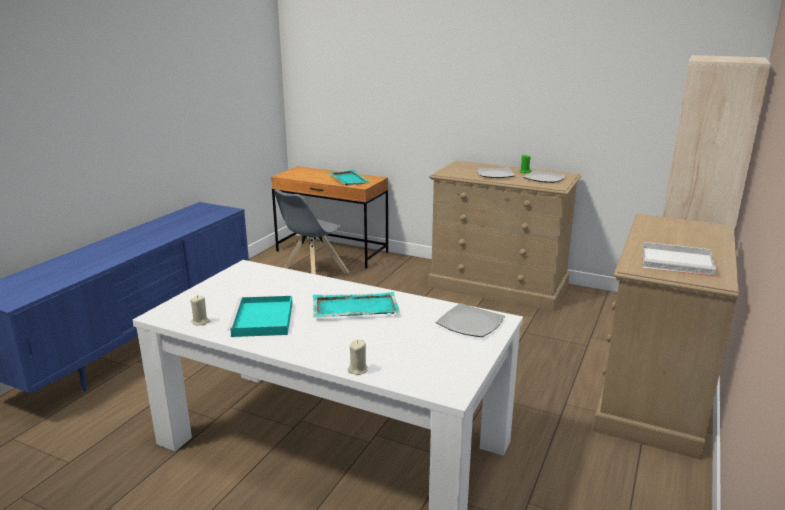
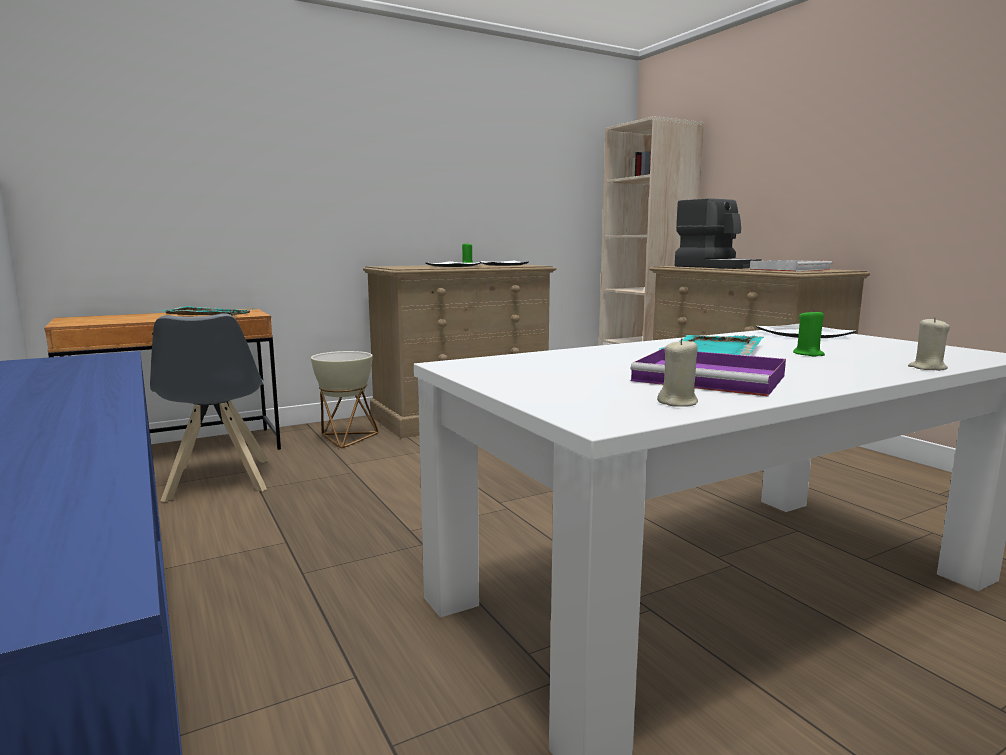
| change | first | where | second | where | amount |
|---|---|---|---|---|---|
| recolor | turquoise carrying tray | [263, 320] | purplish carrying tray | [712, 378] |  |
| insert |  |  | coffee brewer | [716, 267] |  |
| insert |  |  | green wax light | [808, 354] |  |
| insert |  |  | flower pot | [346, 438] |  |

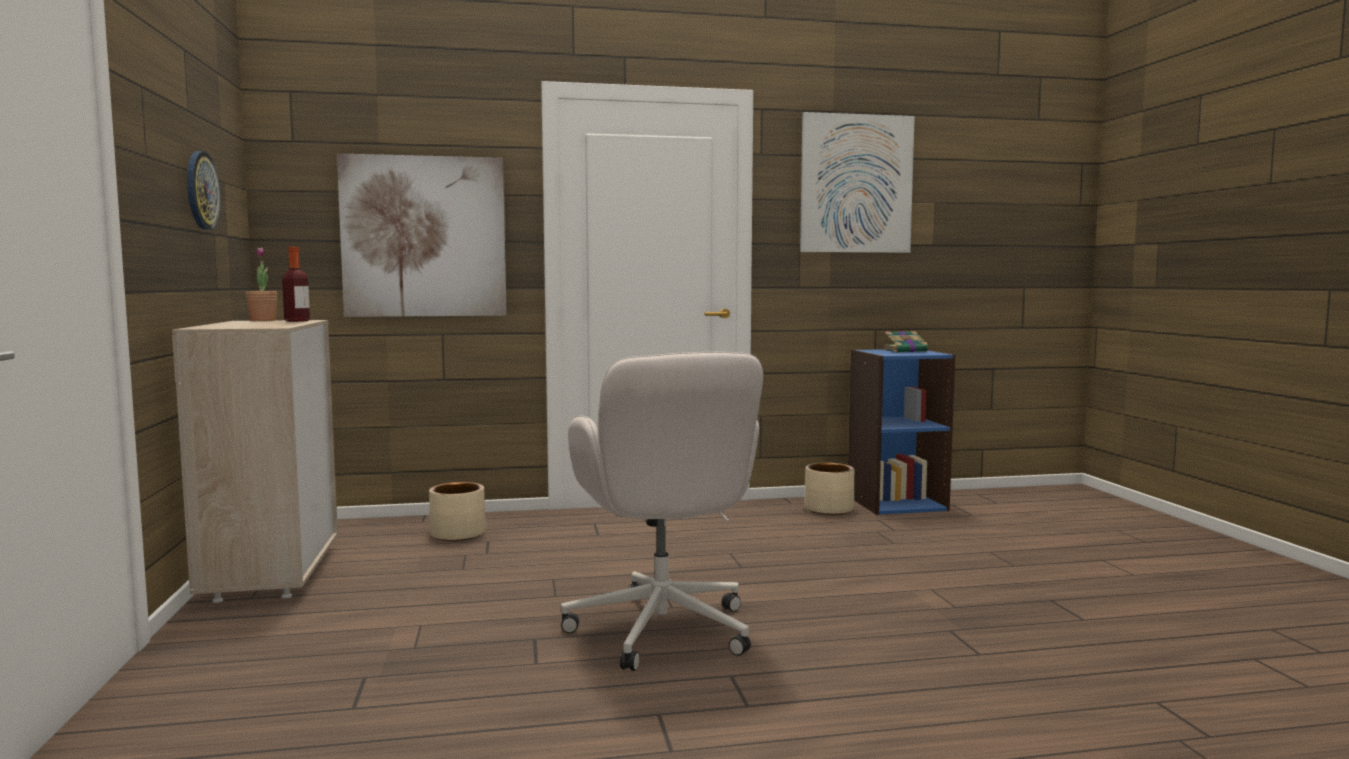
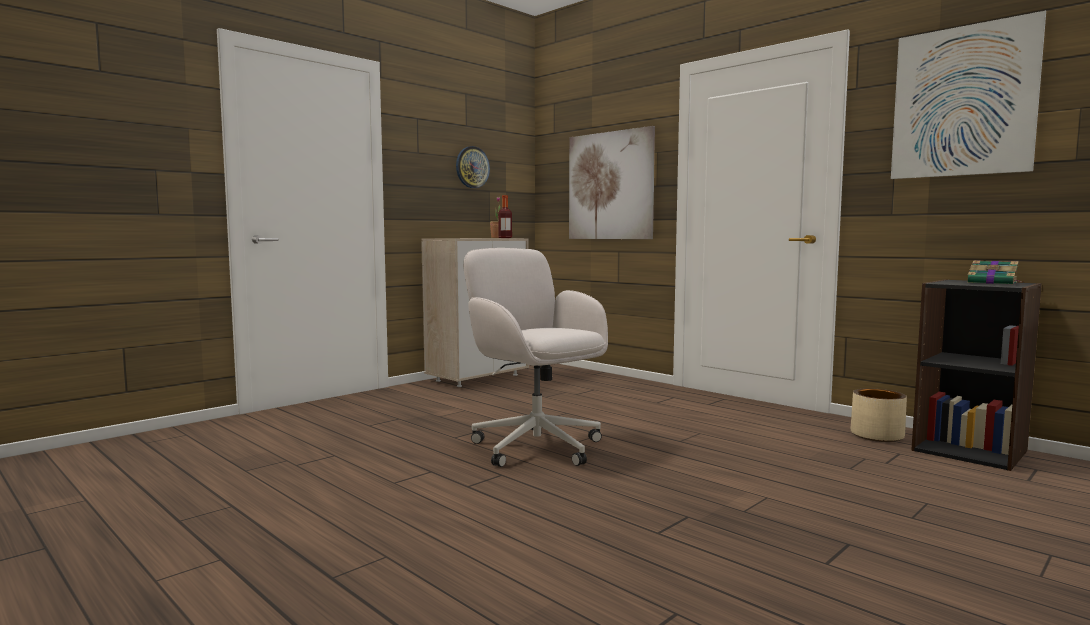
| change | first | where | second | where | amount |
|---|---|---|---|---|---|
| recolor | blue bookcase | [896, 503] | blackish bookcase | [970, 450] |  |
| rotate | white office chair | [660, 630] |  | [537, 447] | 105 degrees clockwise |
| delete | sand-coloured flower pot | [458, 534] |  |  |  |

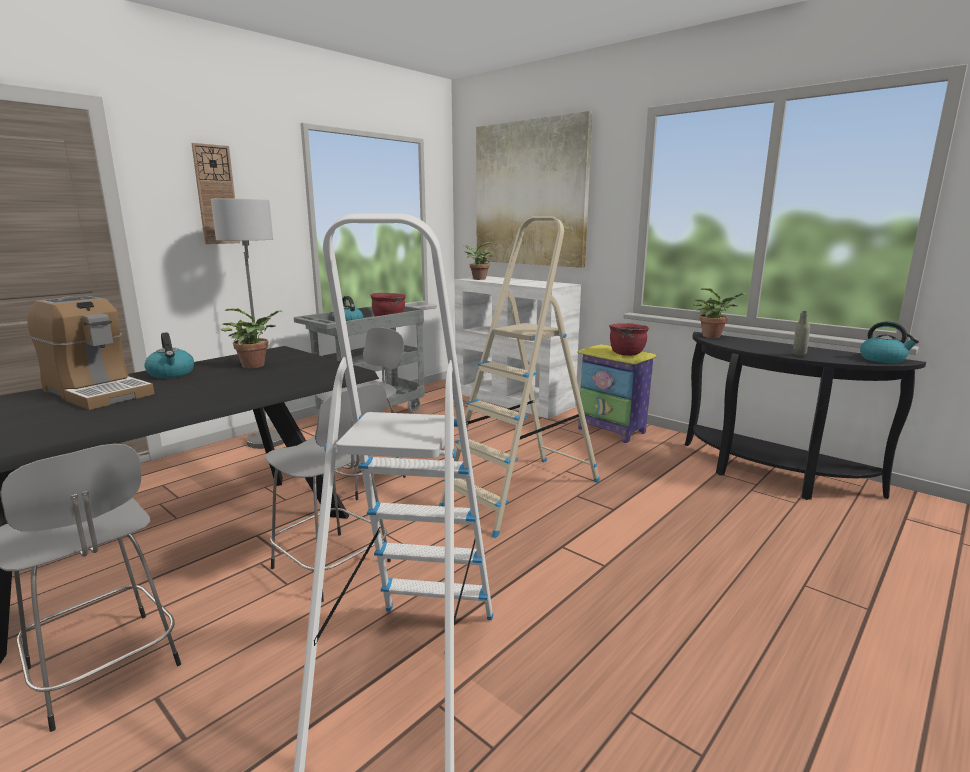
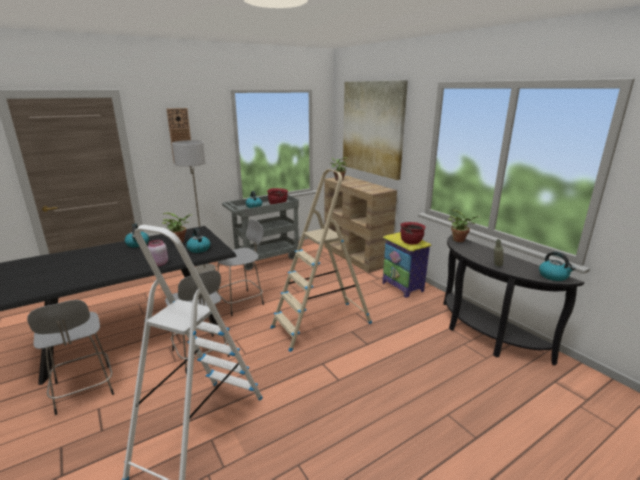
| change | first | where | second | where | amount |
|---|---|---|---|---|---|
| recolor | white bookcase | [514, 399] | brownish bookcase | [356, 256] |  |
| delete | coffee brewer | [97, 392] |  |  |  |
| insert |  |  | kettle | [198, 249] |  |
| insert |  |  | pink-coloured storage jar | [158, 264] |  |

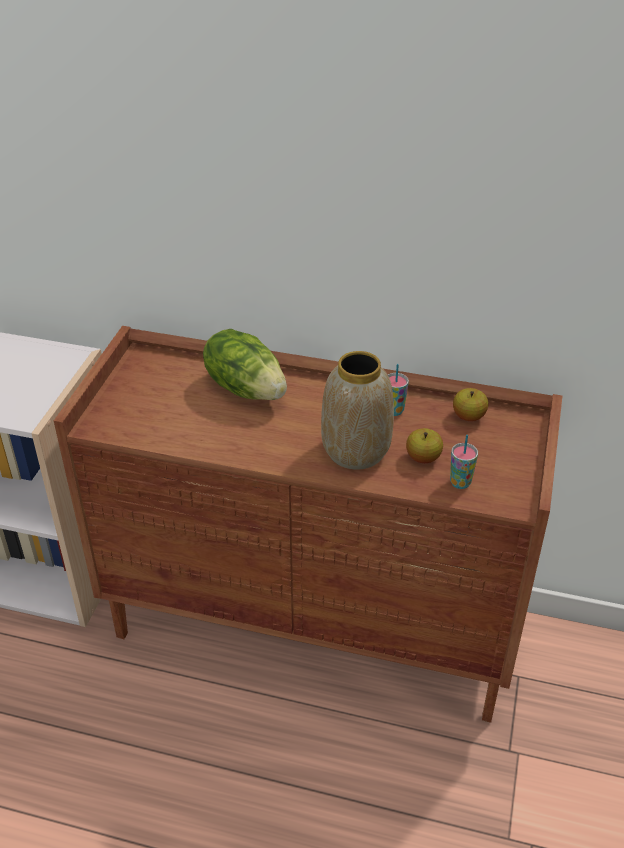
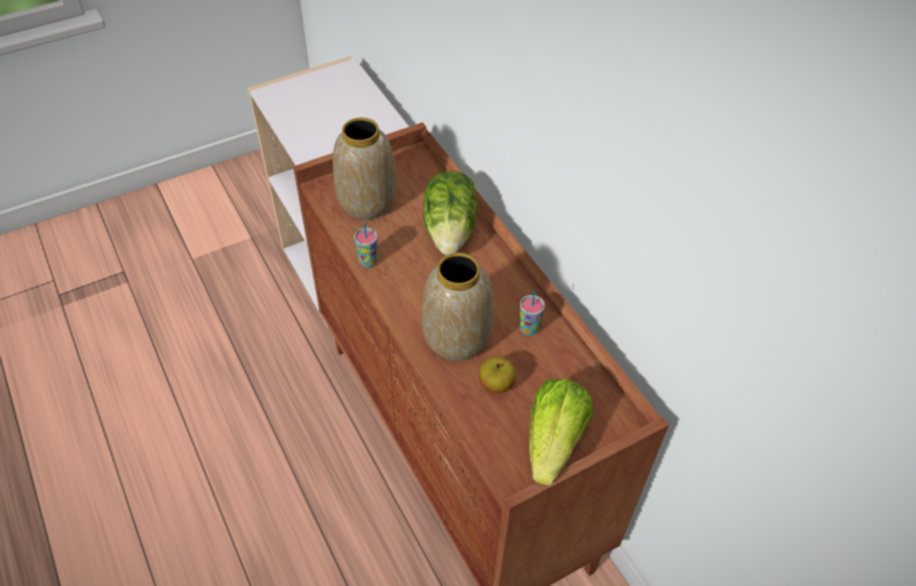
| change | first | where | second | where | amount |
|---|---|---|---|---|---|
| delete | apple fruit | [468, 416] |  |  |  |
| move | cup | [460, 483] |  | [368, 261] |  |
| insert |  |  | flower vase | [368, 202] |  |
| insert |  |  | head of lettuce | [554, 441] |  |

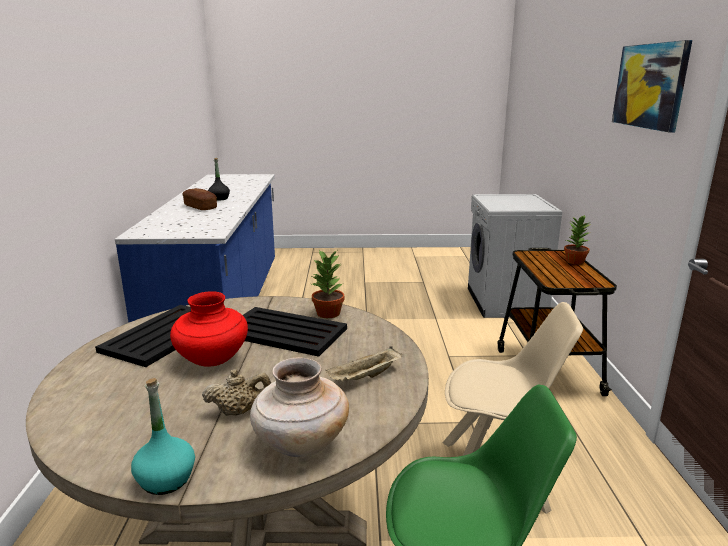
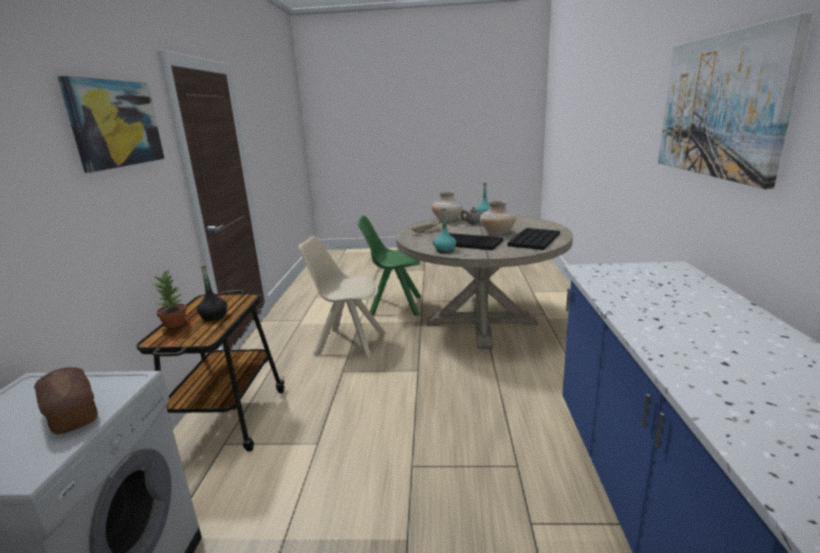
| change | first | where | second | where | amount |
|---|---|---|---|---|---|
| move | blackish bottle | [219, 199] |  | [214, 316] |  |
| move | bread | [200, 207] |  | [71, 412] |  |
| replace | plant in a pot | [328, 313] | turquoise bottle | [445, 250] |  |
| recolor | reddish flower vase | [212, 360] | sand-coloured flower vase | [497, 233] |  |
| insert |  |  | picture | [720, 106] |  |

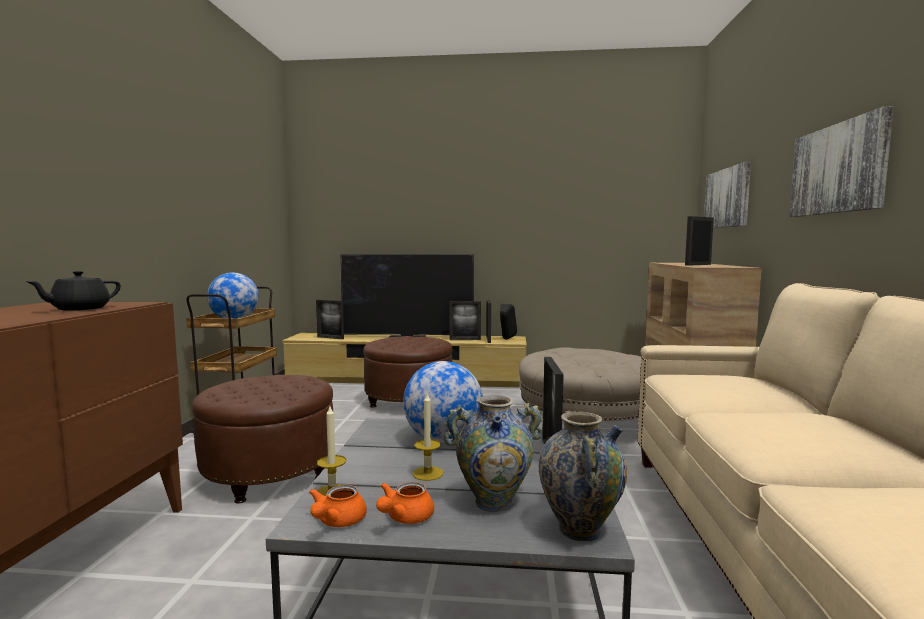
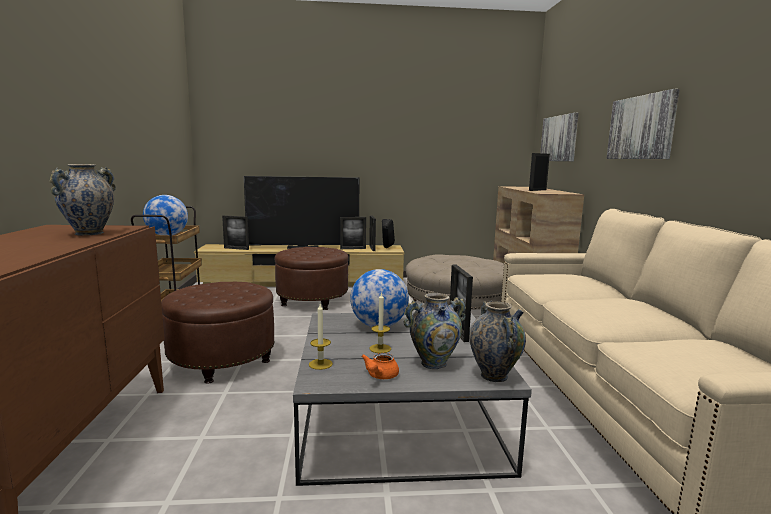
| change | first | where | second | where | amount |
|---|---|---|---|---|---|
| replace | blackish tea pot | [79, 309] | flower vase | [89, 233] |  |
| delete | orangey tea pot | [337, 522] |  |  |  |

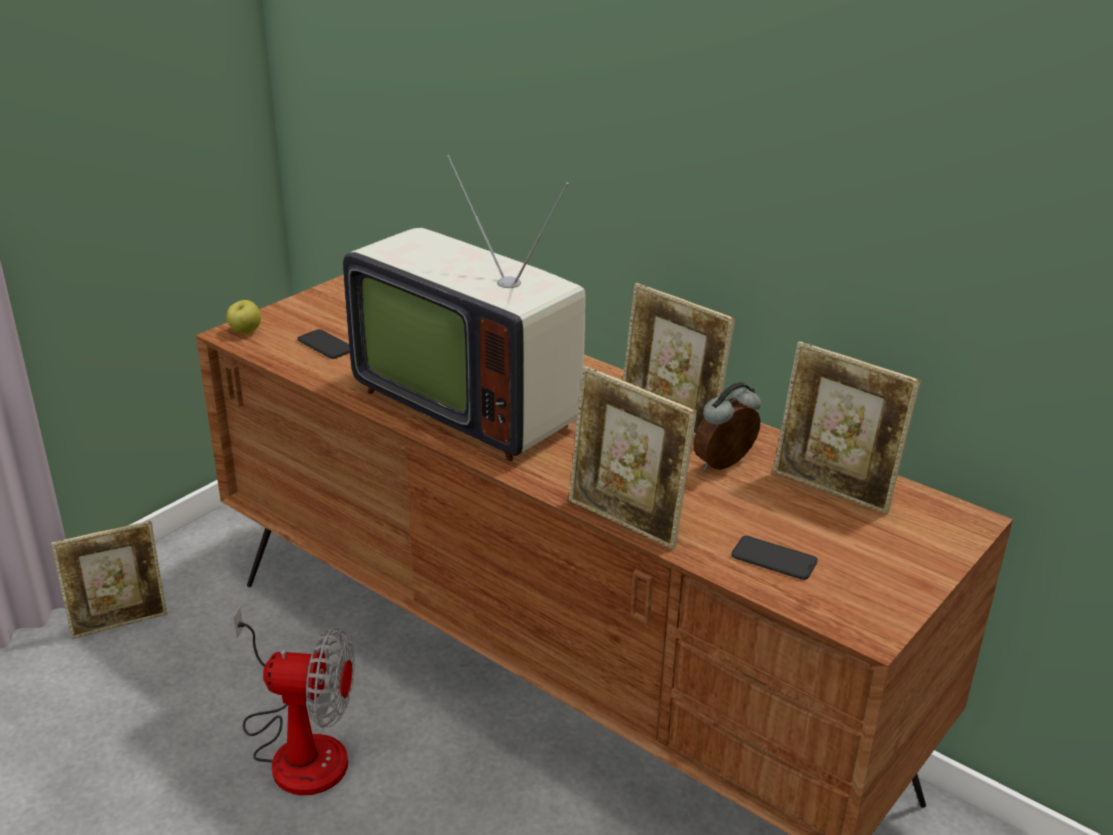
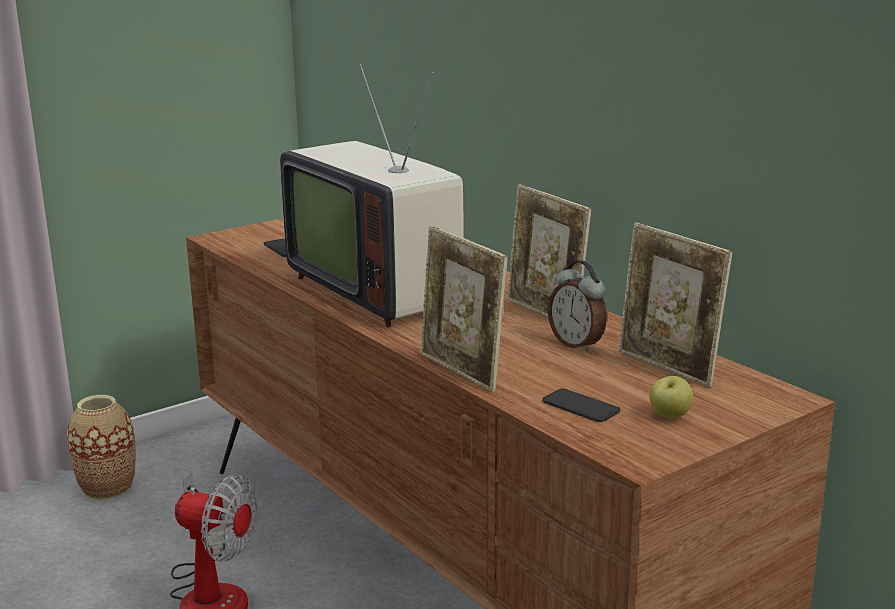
| change | first | where | second | where | amount |
|---|---|---|---|---|---|
| move | apple fruit | [245, 332] |  | [670, 416] |  |
| rotate | table clock | [725, 466] |  | [577, 344] | 105 degrees counterclockwise |
| replace | photo frame | [120, 623] | flower vase | [107, 487] |  |

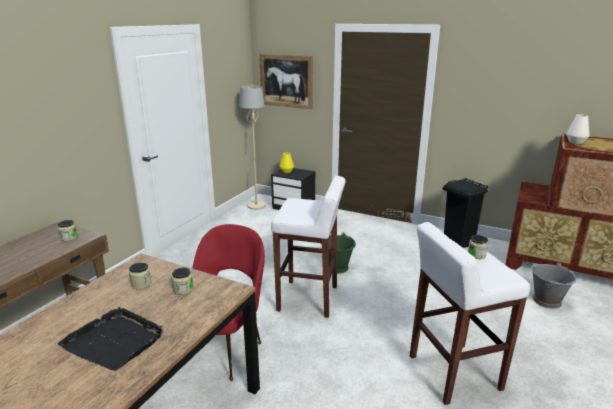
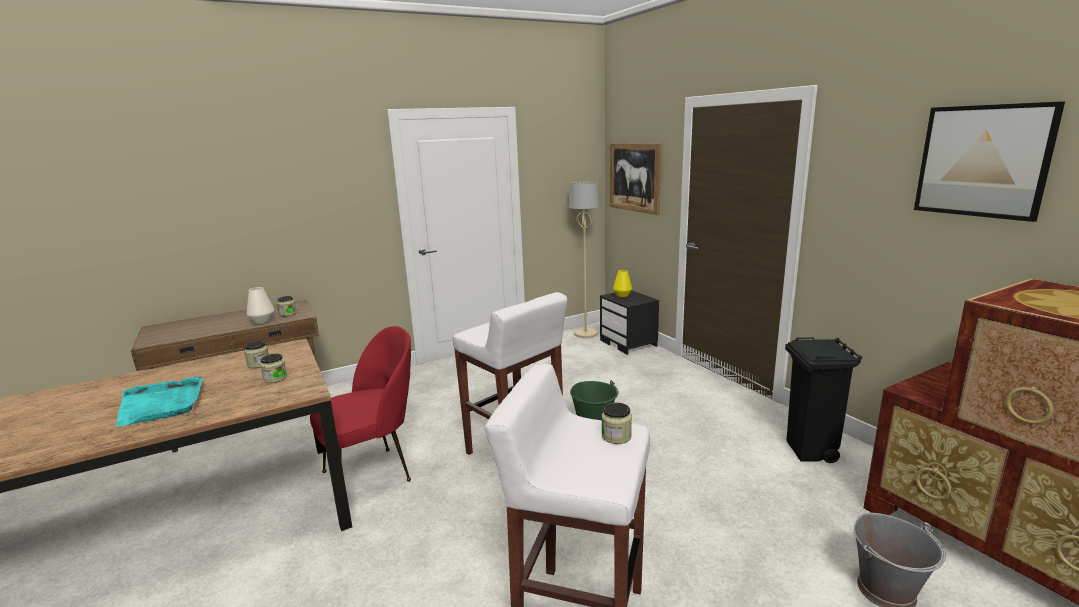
| change | first | where | second | where | amount |
|---|---|---|---|---|---|
| move | white flower vase | [576, 142] |  | [262, 321] |  |
| recolor | blackish carrying tray | [115, 341] | turquoise carrying tray | [161, 404] |  |
| insert |  |  | picture | [982, 161] |  |

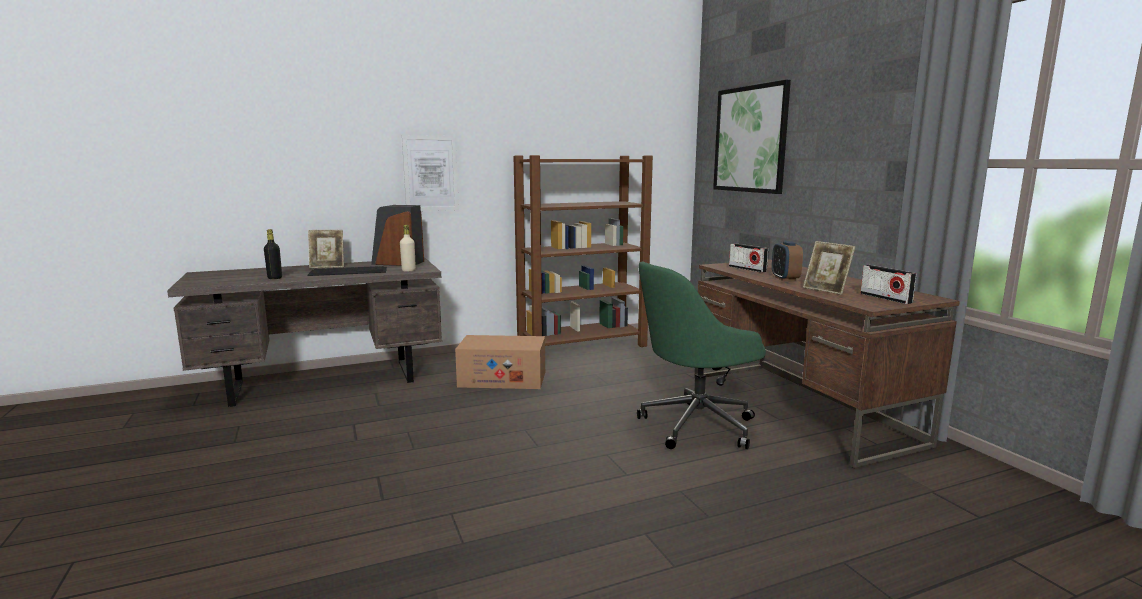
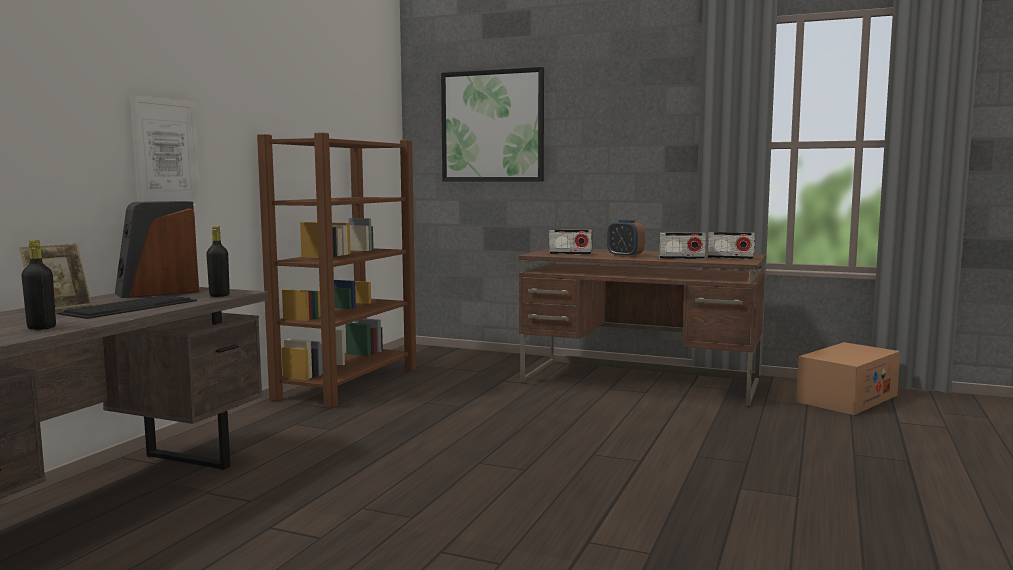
| change | first | where | second | where | amount |
|---|---|---|---|---|---|
| recolor | sand-coloured bottle | [408, 270] | blackish bottle | [219, 295] |  |
| replace | photo frame | [826, 290] | radio set | [681, 258] |  |
| delete | green office chair | [696, 426] |  |  |  |
| move | packing box | [502, 379] |  | [847, 398] |  |

